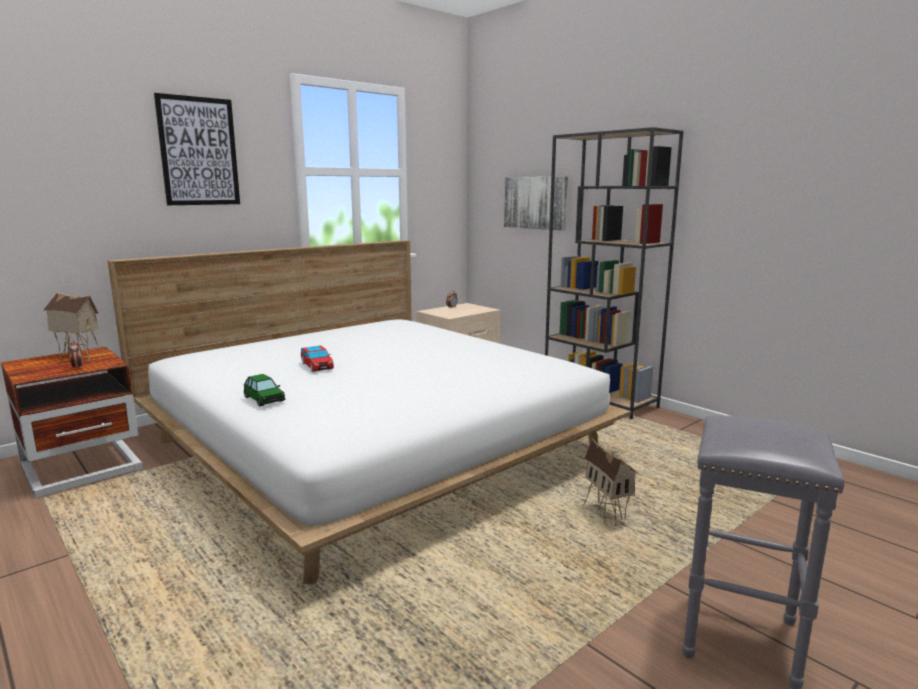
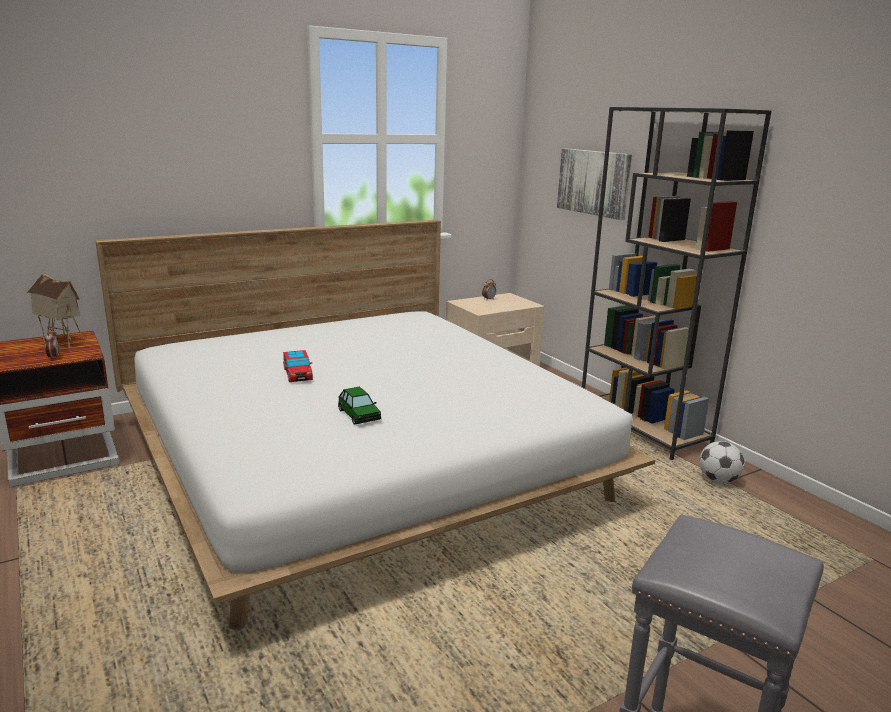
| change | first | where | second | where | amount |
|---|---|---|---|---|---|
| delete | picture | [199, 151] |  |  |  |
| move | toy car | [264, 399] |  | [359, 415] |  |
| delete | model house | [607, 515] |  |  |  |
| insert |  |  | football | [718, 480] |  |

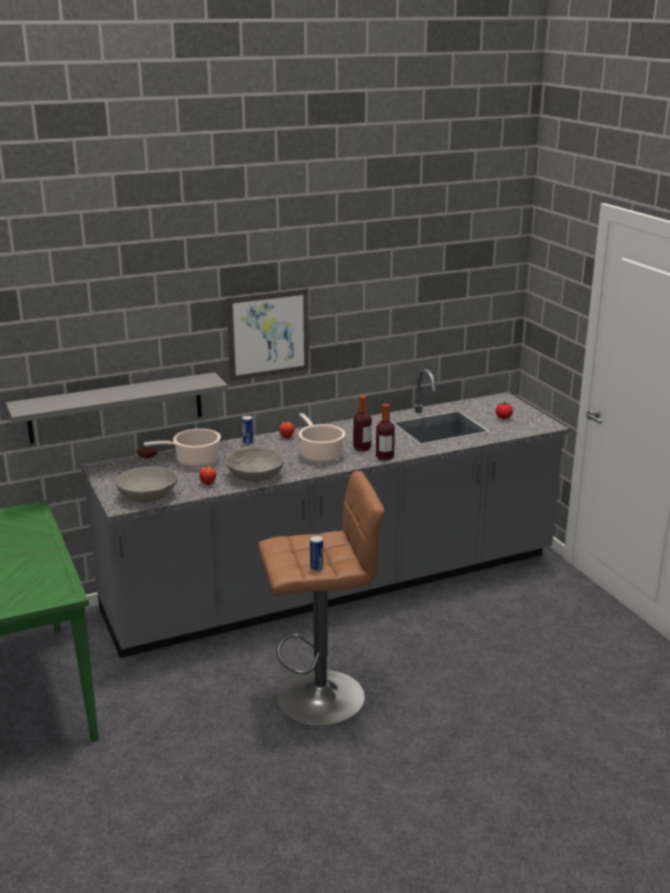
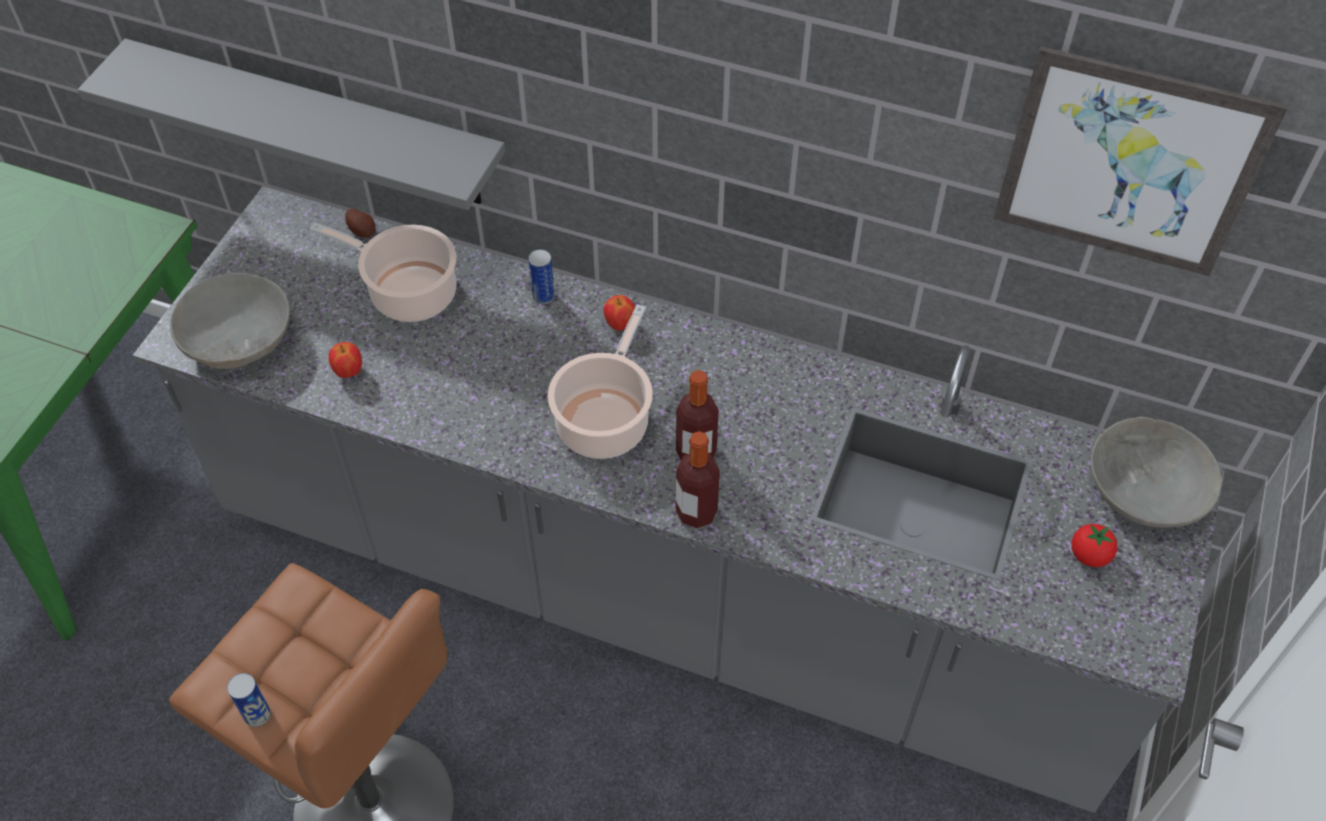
| change | first | where | second | where | amount |
|---|---|---|---|---|---|
| move | picture | [268, 334] |  | [1129, 164] |  |
| move | gray deep dish | [255, 476] |  | [1144, 491] |  |

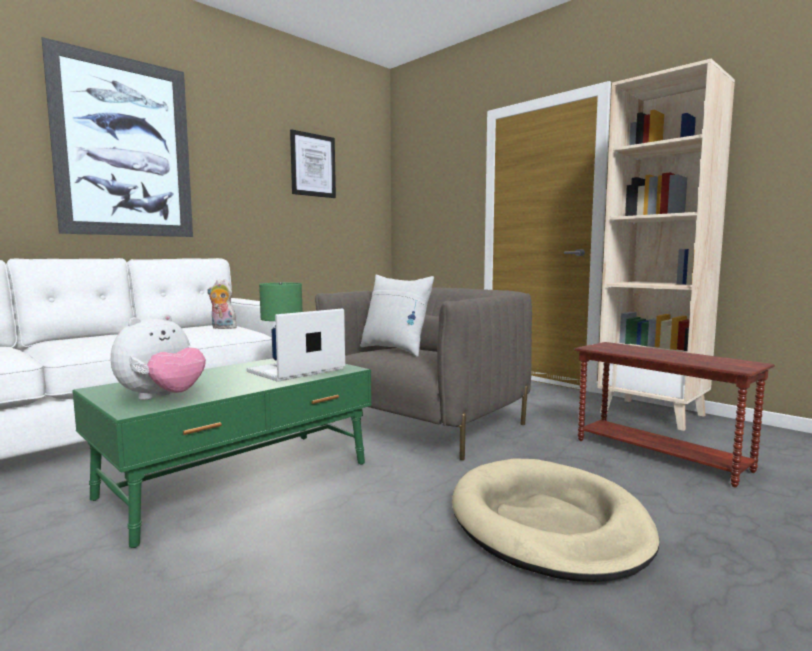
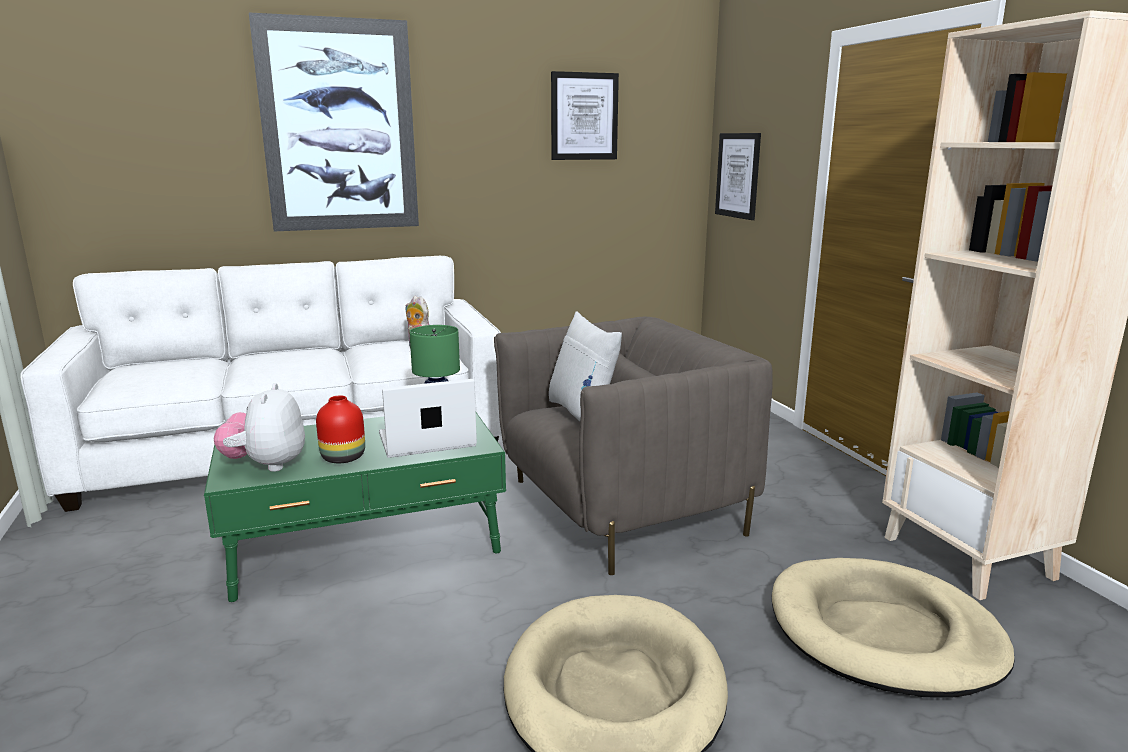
| change | first | where | second | where | amount |
|---|---|---|---|---|---|
| rotate | cuddly toy | [162, 397] |  | [266, 465] | 120 degrees clockwise |
| replace | brownish accent table | [660, 455] | sand-coloured pet bed | [883, 633] |  |
| insert |  |  | picture | [738, 175] |  |
| insert |  |  | reddish flower vase | [342, 458] |  |

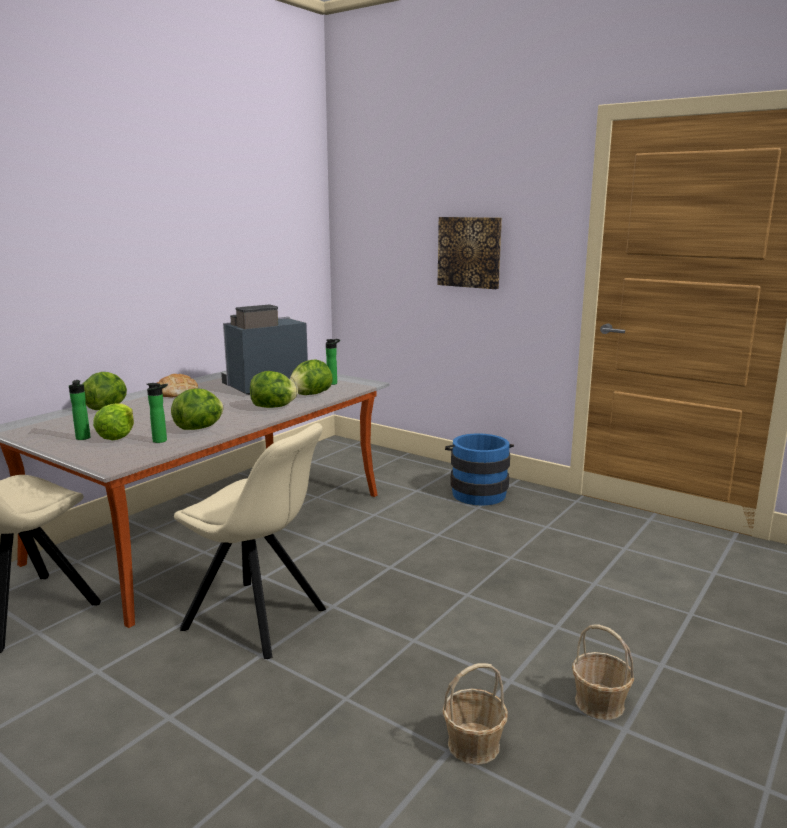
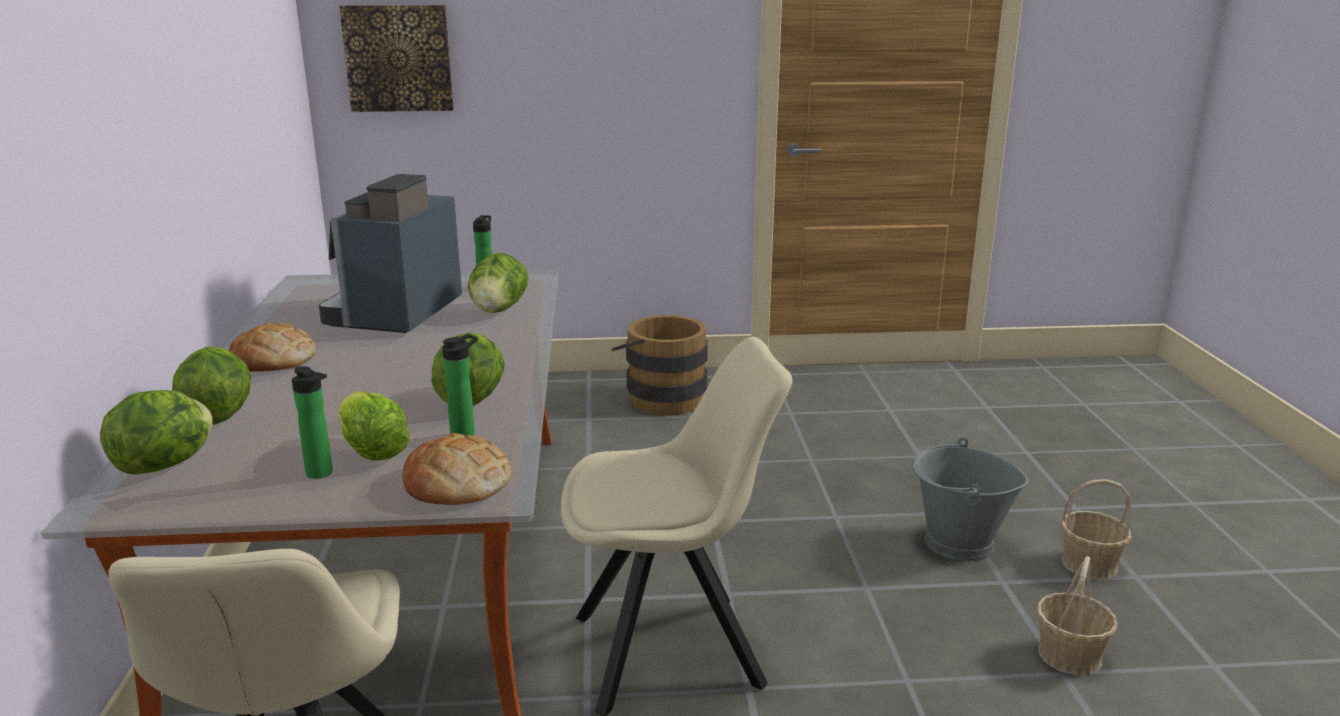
| change | first | where | second | where | amount |
|---|---|---|---|---|---|
| move | picture | [470, 252] |  | [398, 58] |  |
| move | head of lettuce | [273, 407] |  | [166, 464] |  |
| recolor | blue water bucket | [477, 492] | brownish water bucket | [661, 398] |  |
| insert |  |  | bread | [457, 482] |  |
| insert |  |  | gray water bucket | [958, 543] |  |

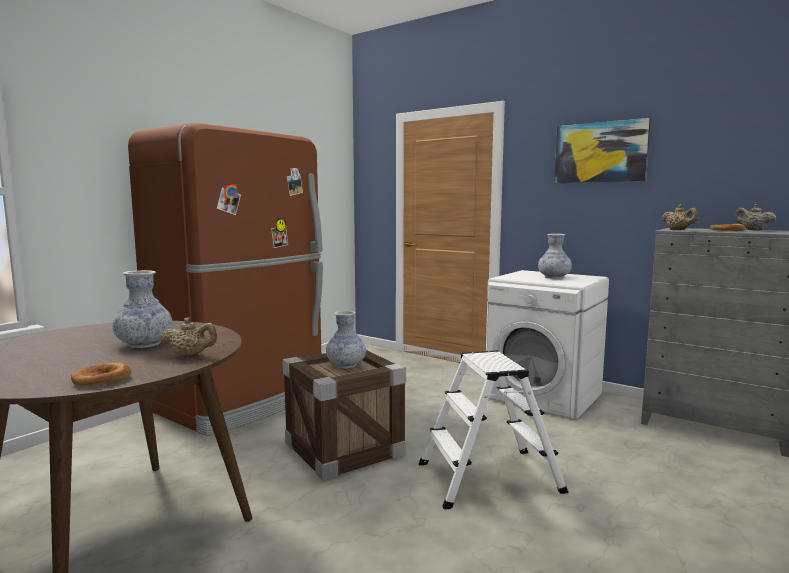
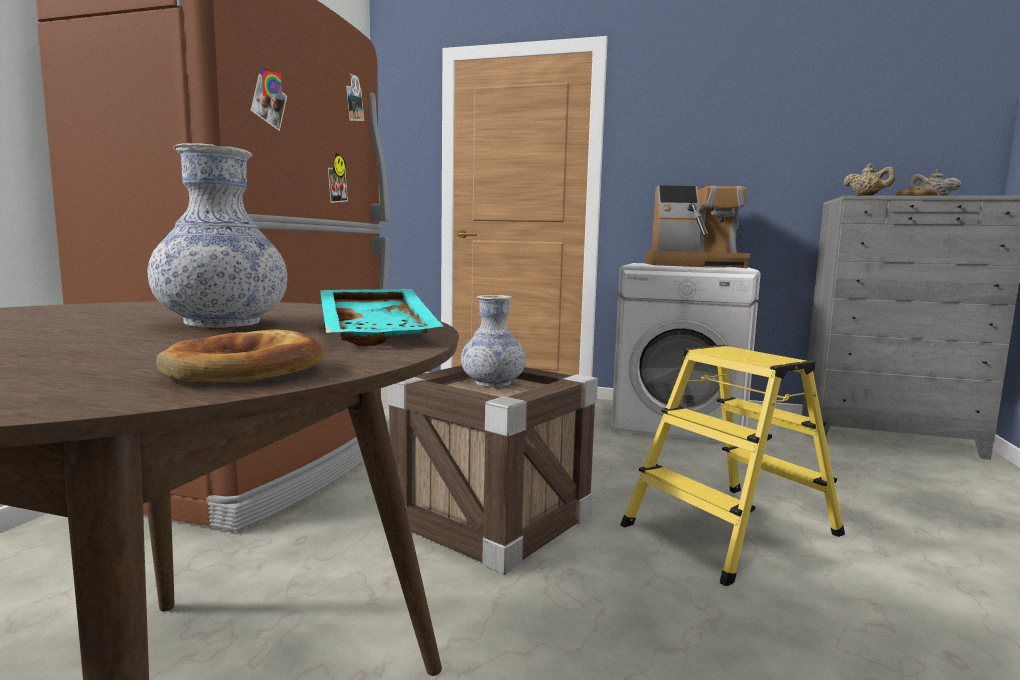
| change | first | where | second | where | amount |
|---|---|---|---|---|---|
| delete | picture | [600, 152] |  |  |  |
| replace | flower vase | [554, 277] | coffee brewer | [695, 265] |  |
| replace | sand-coloured tea pot | [190, 356] | turquoise carrying tray | [379, 333] |  |
| recolor | white stepladder | [489, 477] | yellowish stepladder | [732, 529] |  |

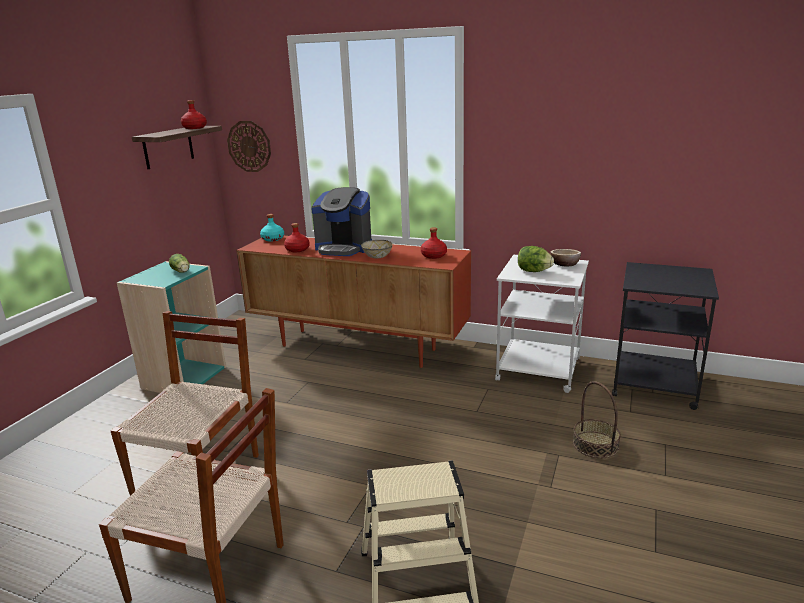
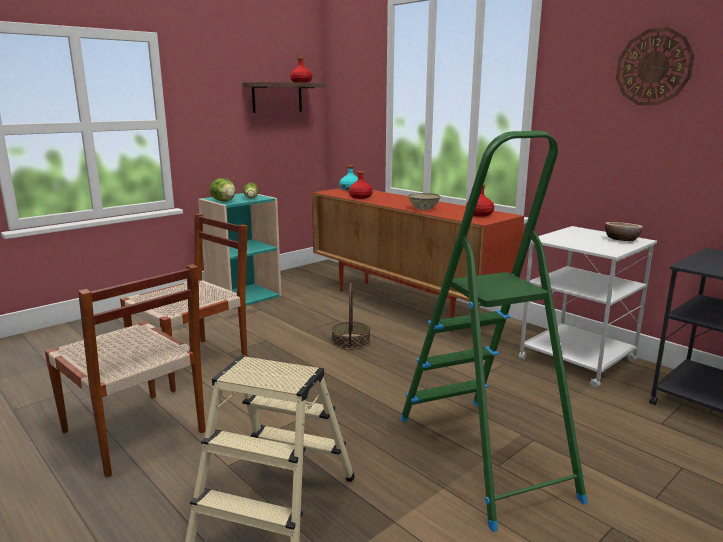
| change | first | where | second | where | amount |
|---|---|---|---|---|---|
| move | hanging clock | [249, 146] |  | [654, 67] |  |
| delete | coffee brewer | [344, 248] |  |  |  |
| move | head of lettuce | [533, 271] |  | [224, 201] |  |
| move | storage basket | [595, 444] |  | [351, 341] |  |
| insert |  |  | green stepladder | [482, 455] |  |

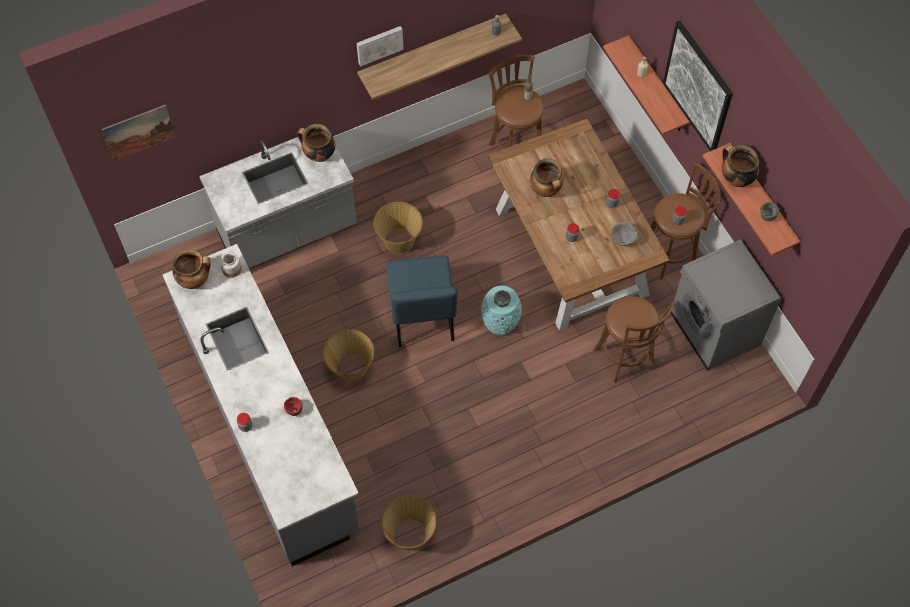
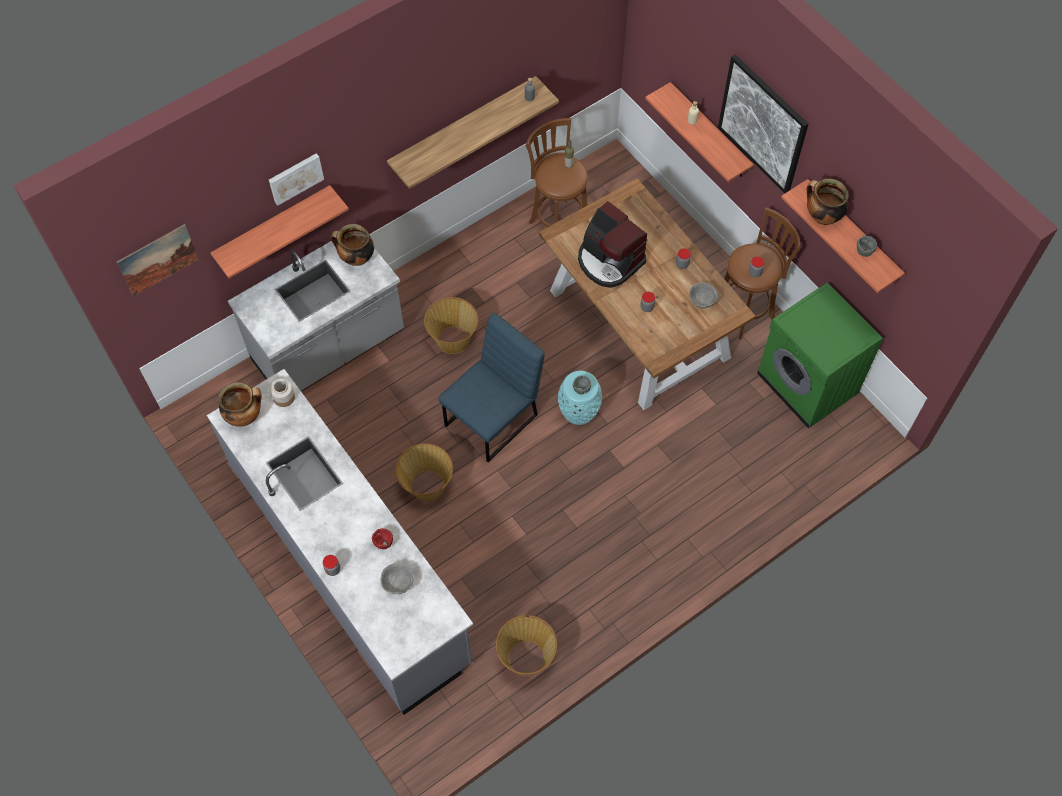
| change | first | where | second | where | amount |
|---|---|---|---|---|---|
| move | picture | [379, 44] |  | [295, 177] |  |
| replace | cooking pot | [546, 190] | coffee brewer | [609, 261] |  |
| recolor | gray laundry appliance | [713, 331] | green laundry appliance | [806, 385] |  |
| rotate | blue upright chair | [422, 317] |  | [493, 418] | 120 degrees counterclockwise |
| delete | brownish stool | [625, 358] |  |  |  |
| insert |  |  | bracket shelf | [273, 228] |  |
| insert |  |  | gray deep dish | [397, 583] |  |

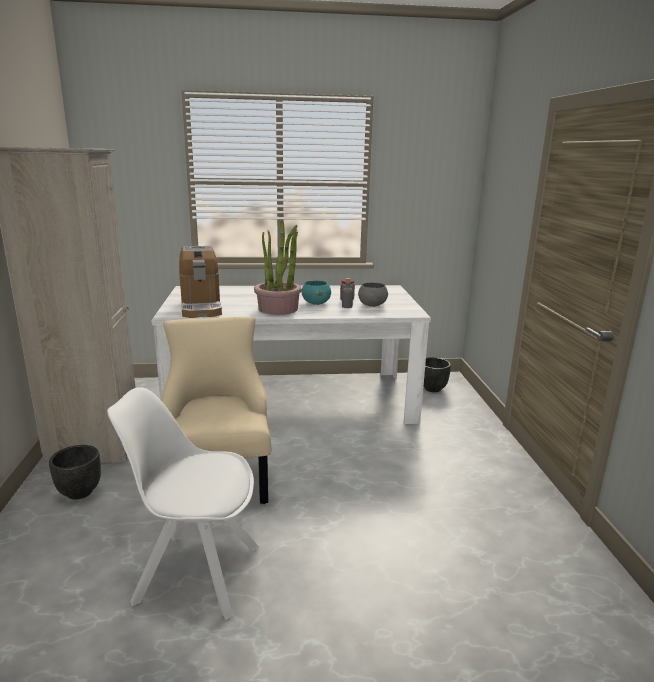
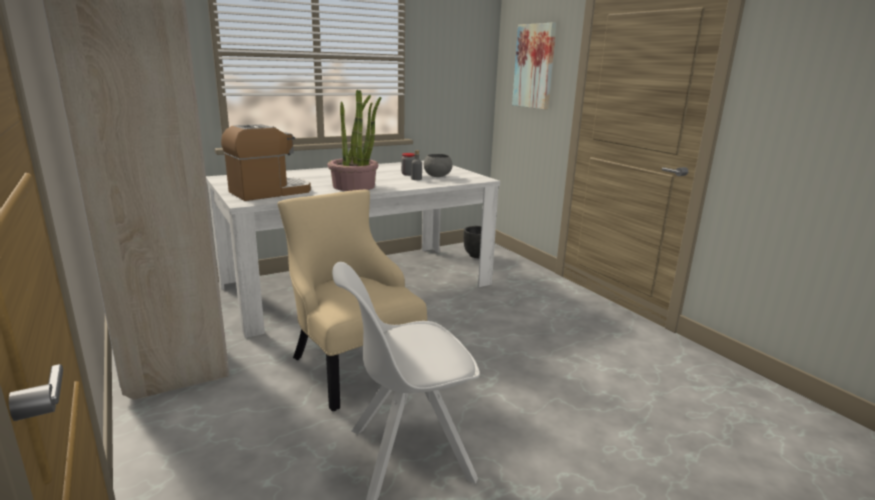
| change | first | where | second | where | amount |
|---|---|---|---|---|---|
| rotate | coffee brewer | [201, 307] |  | [269, 192] | 90 degrees counterclockwise |
| delete | turquoise deep dish | [316, 303] |  |  |  |
| delete | blackish flower pot | [79, 493] |  |  |  |
| insert |  |  | picture | [534, 66] |  |

